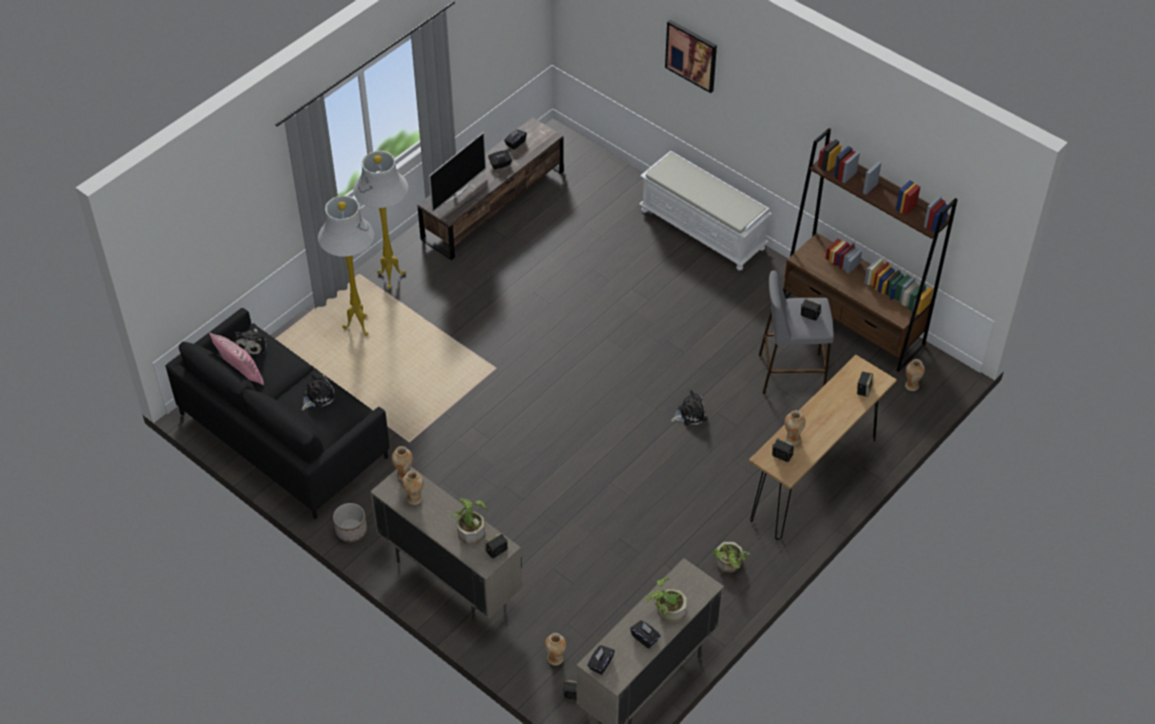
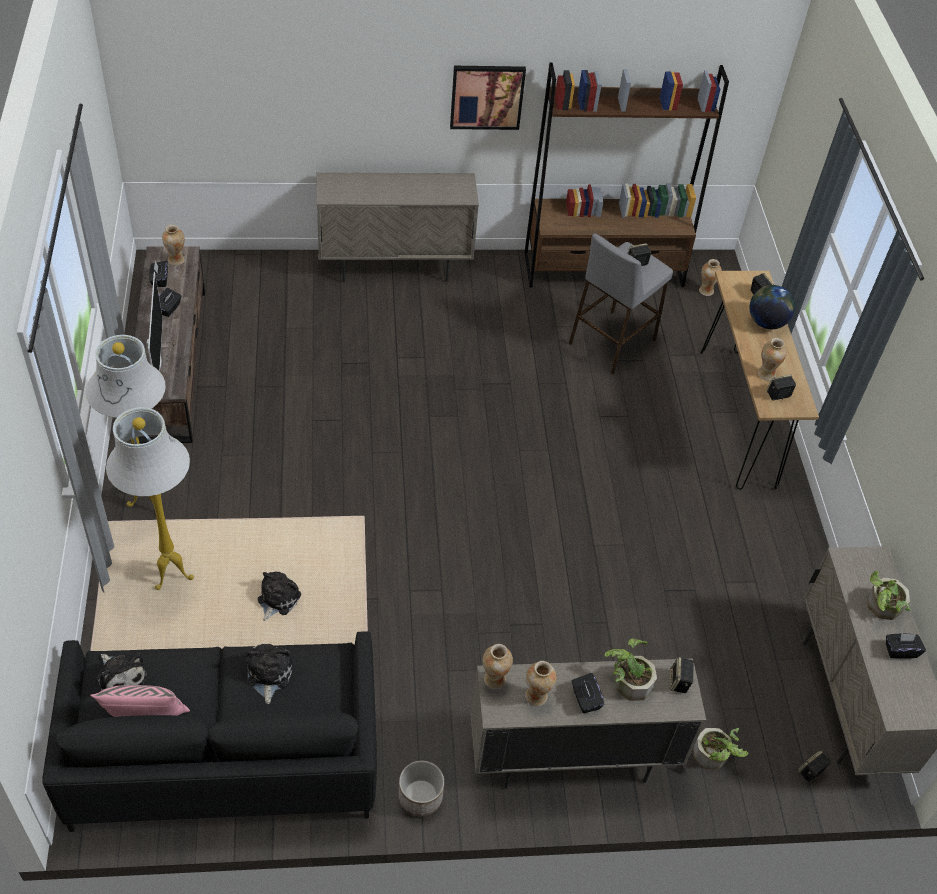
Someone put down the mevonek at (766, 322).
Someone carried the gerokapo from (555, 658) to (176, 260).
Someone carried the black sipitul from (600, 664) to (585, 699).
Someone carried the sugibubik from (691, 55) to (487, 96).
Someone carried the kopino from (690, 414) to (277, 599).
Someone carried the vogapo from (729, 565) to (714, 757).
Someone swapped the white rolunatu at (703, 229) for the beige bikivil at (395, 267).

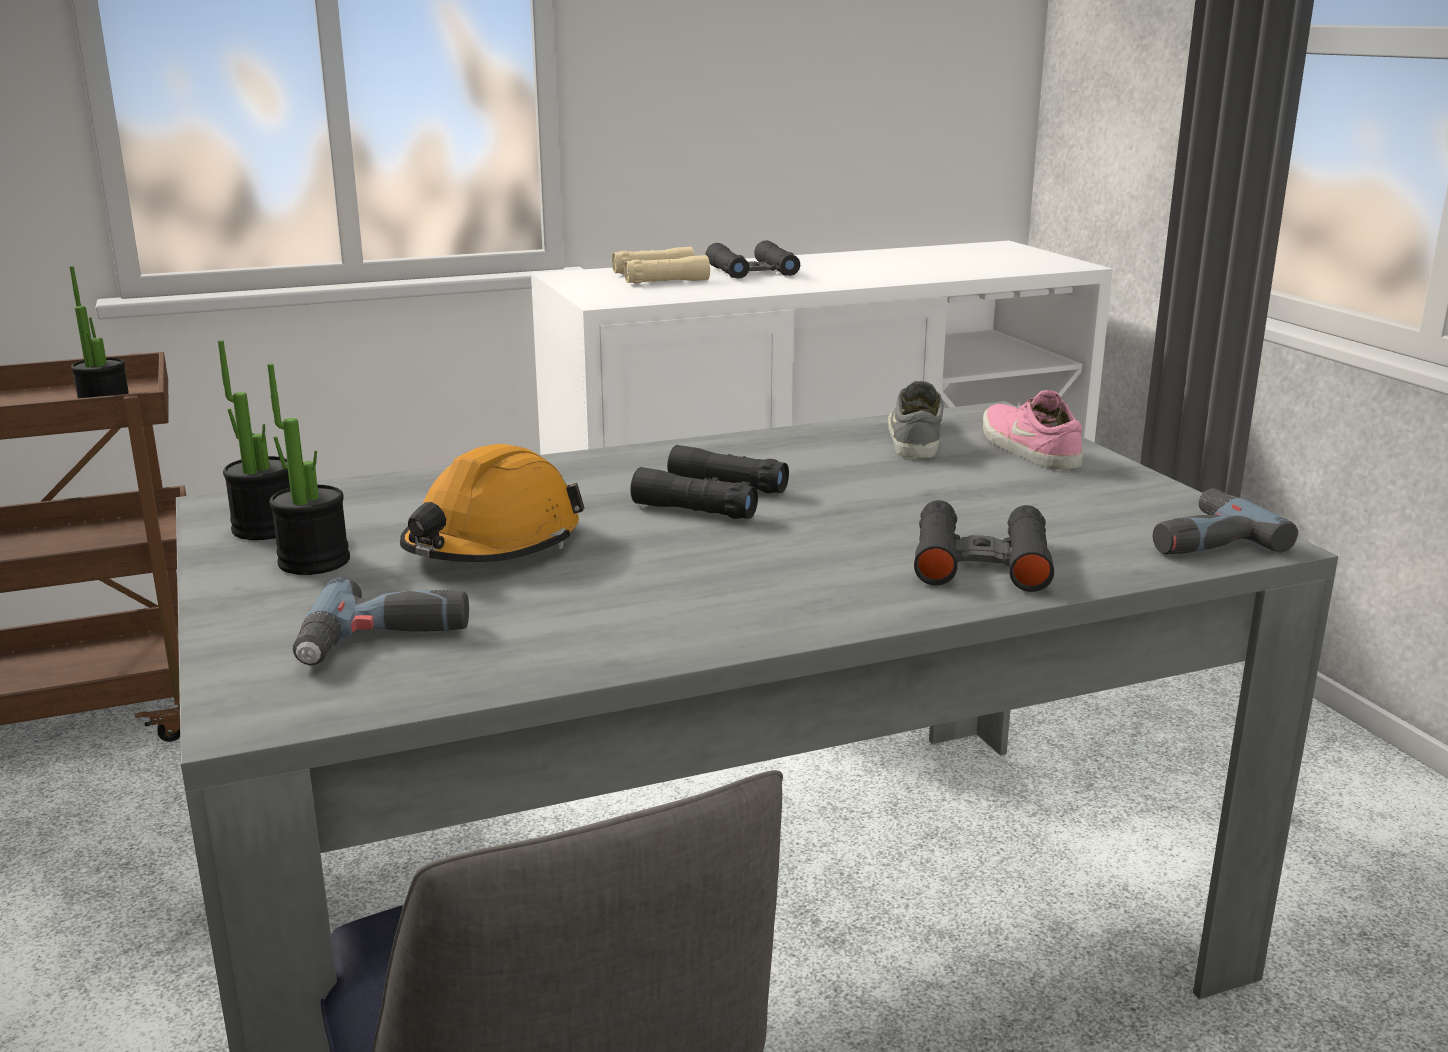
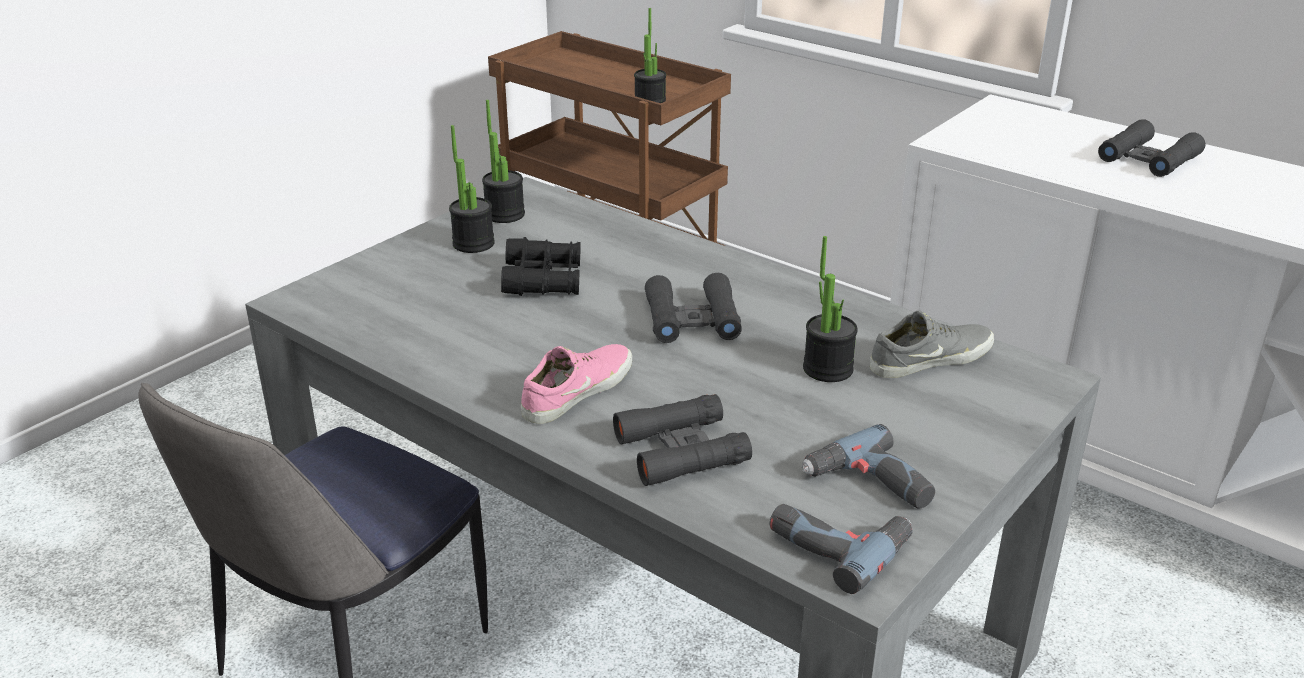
Someone took away the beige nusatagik at (660, 277).
Someone put down the vogapo at (828, 369).
Someone carried the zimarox from (384, 642) to (869, 485).
Someone carried the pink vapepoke from (1026, 448) to (576, 390).
Someone swapped the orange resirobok at (493, 544) for the black nusatagik at (543, 279).

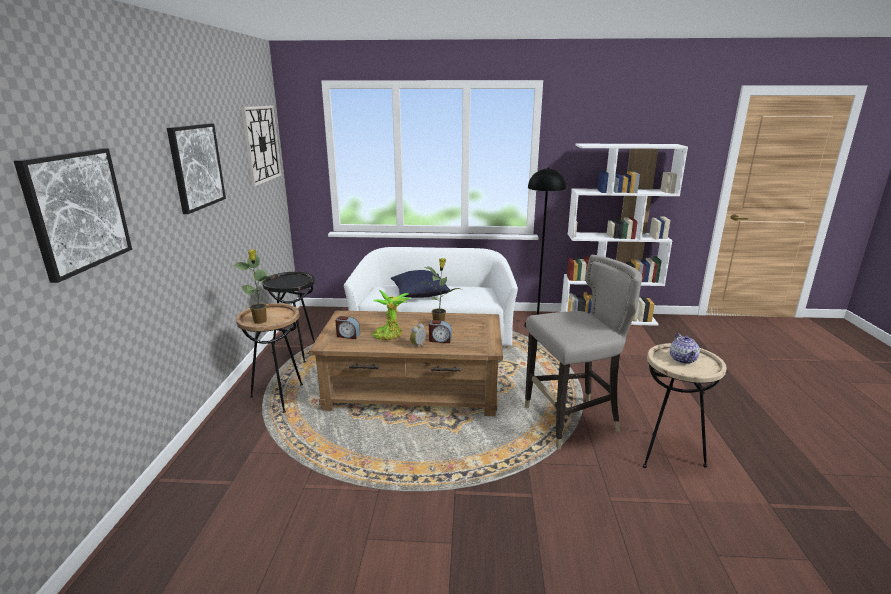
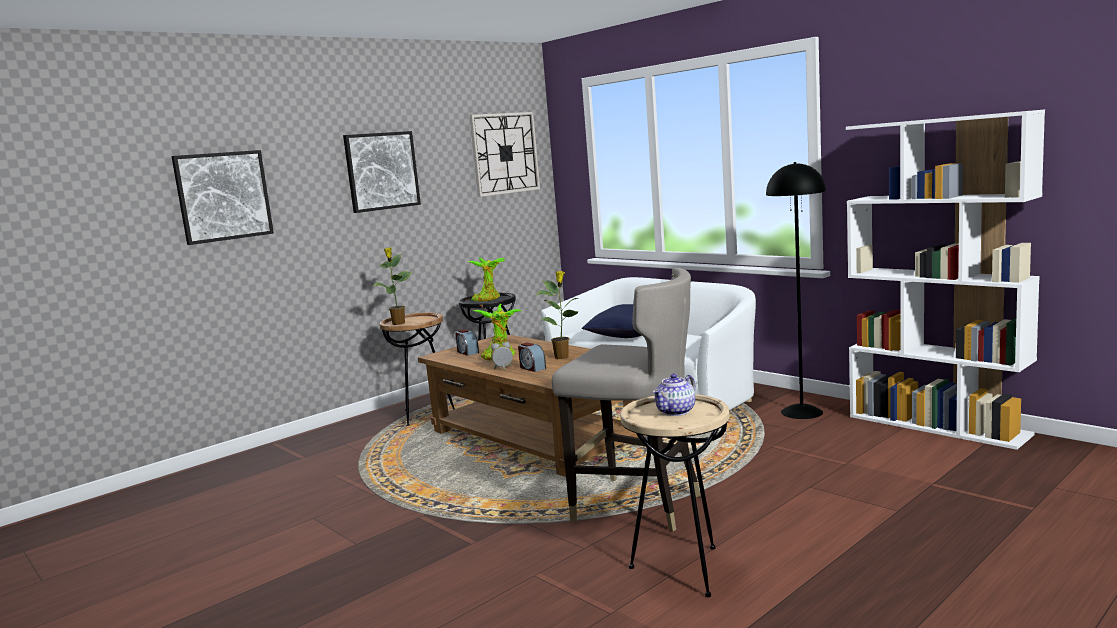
Someone put down the vogapo at (488, 299).

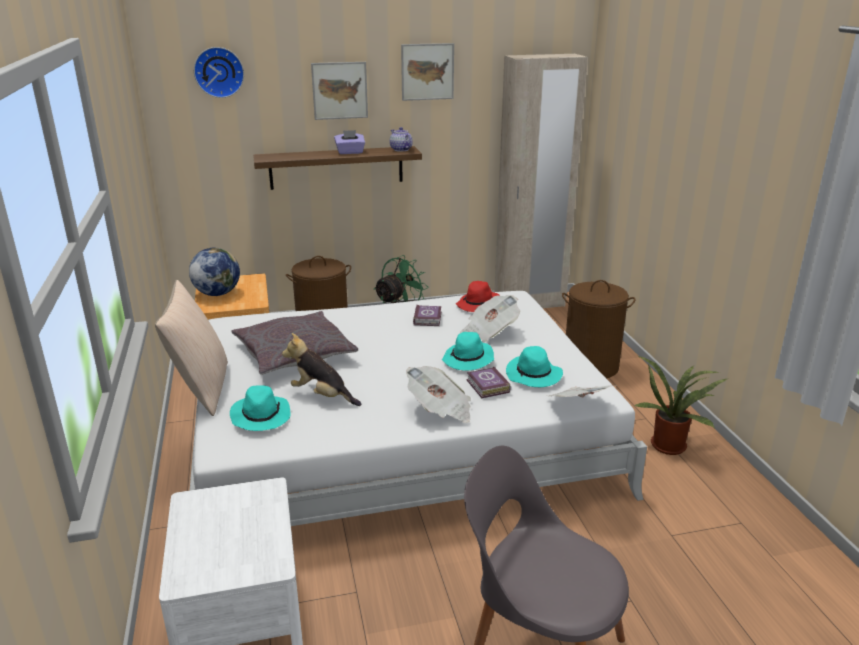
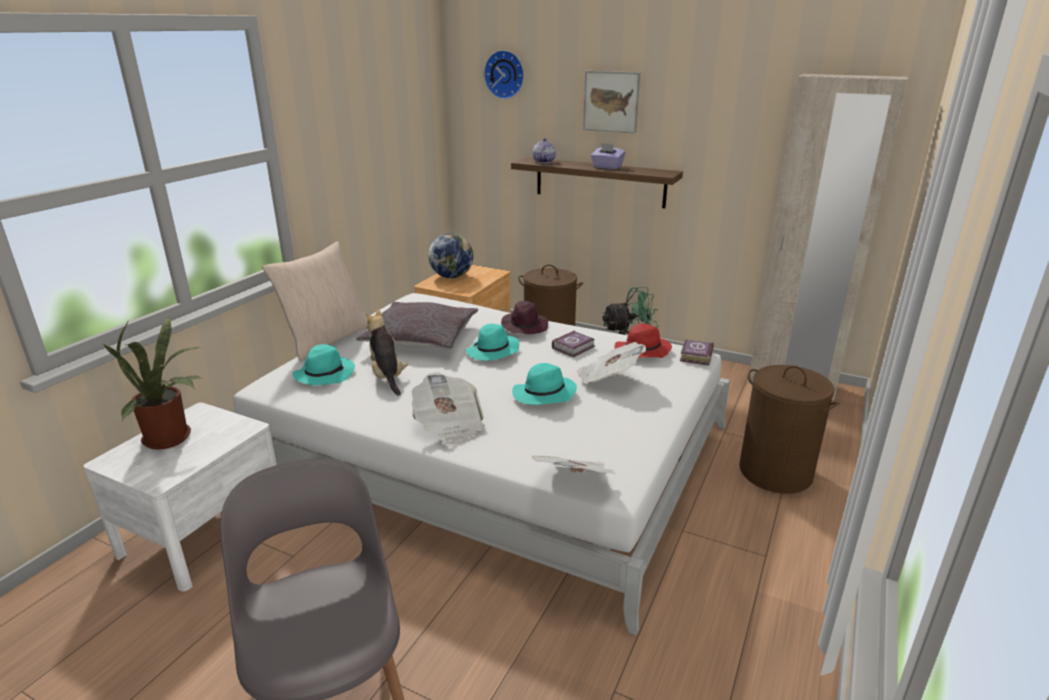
Someone took away the sugibubik at (427, 71).
Someone put down the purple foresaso at (524, 326).
Someone carried the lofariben from (401, 150) to (543, 161).
Someone carried the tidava from (487, 387) to (695, 356).
Someone carried the turquoise foresaso from (534, 375) to (493, 352).
Someone carried the vogapo from (670, 444) to (172, 438).

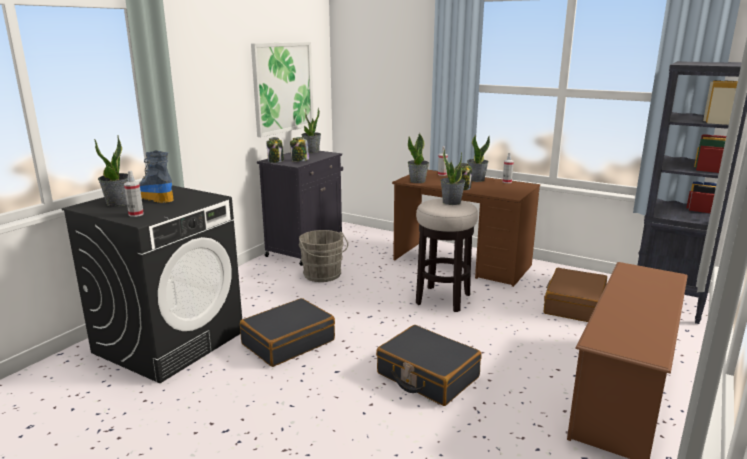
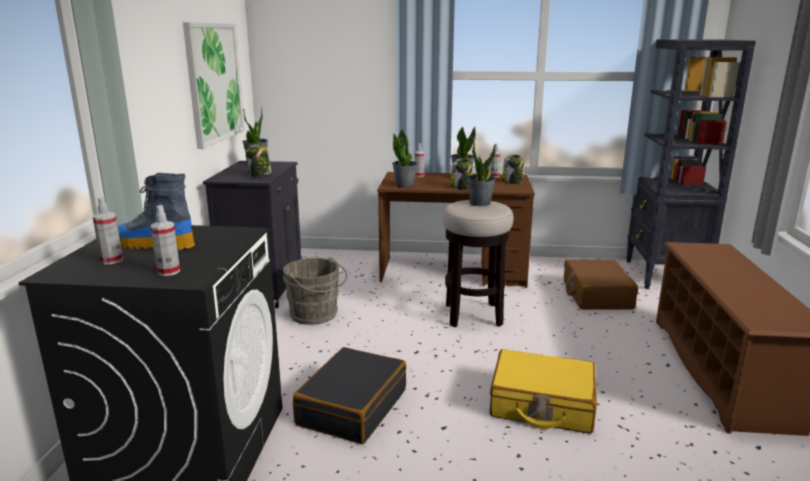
Someone carried the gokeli from (276, 161) to (512, 182).
Someone swapped the vogapo at (118, 203) for the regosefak at (112, 260).
Someone repainted the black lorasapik at (427, 376), which became the yellow lorasapik at (542, 404).

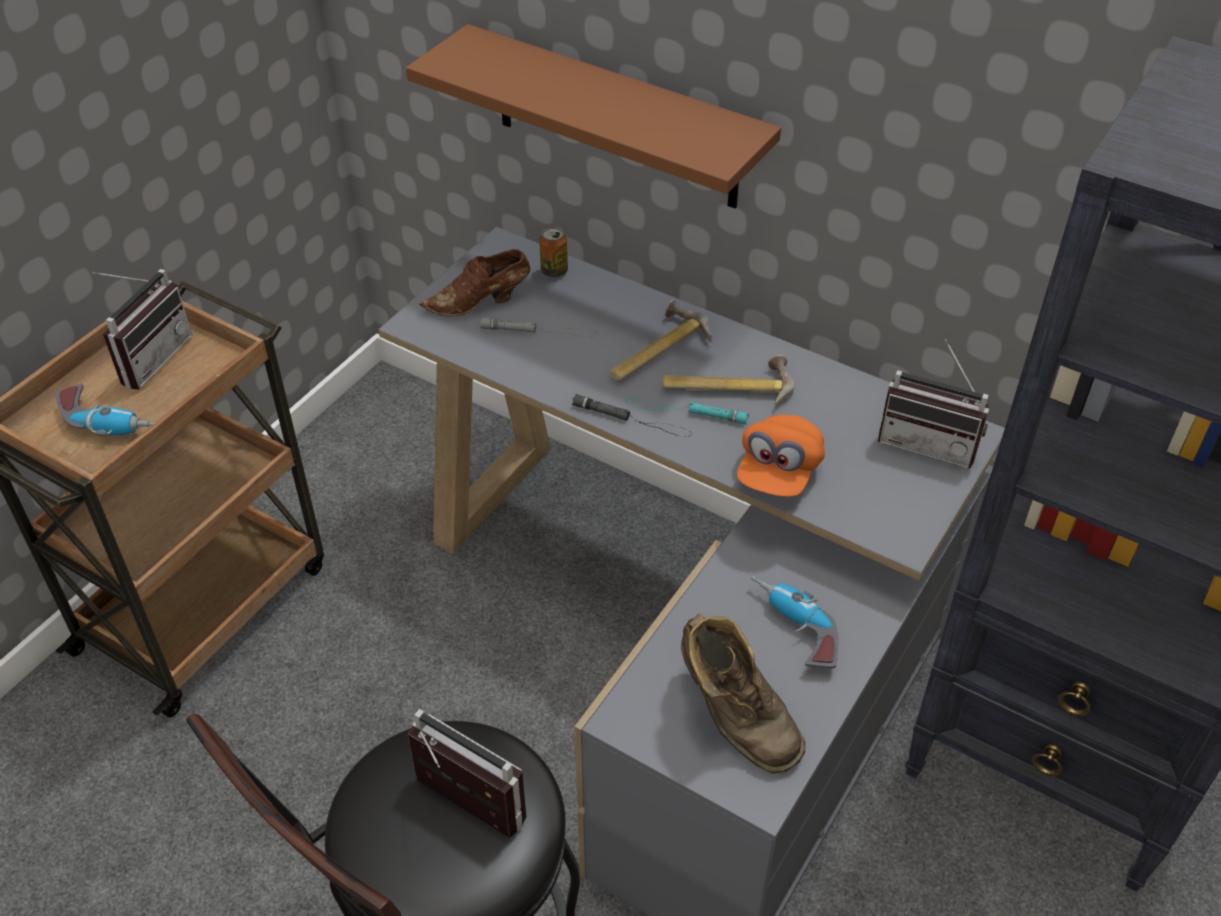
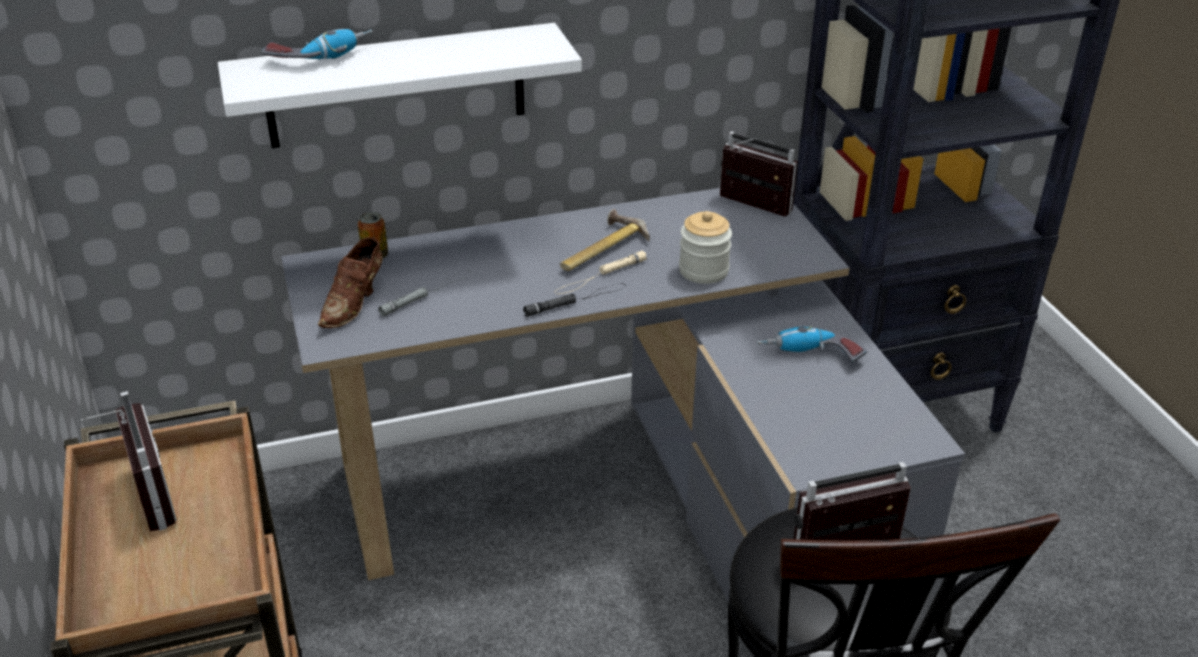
Someone took away the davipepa at (655, 350).
Someone took away the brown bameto at (733, 718).
Someone carried the zimarox from (110, 422) to (320, 56).
Someone swapped the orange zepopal at (778, 472) for the gokeli at (703, 271).
Someone repainted the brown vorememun at (616, 119), which became the white vorememun at (396, 86).
Someone repainted the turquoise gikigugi at (686, 412), which became the beige gikigugi at (600, 276).
Someone rotated the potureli at (929, 442) by 120 degrees counterclockwise.

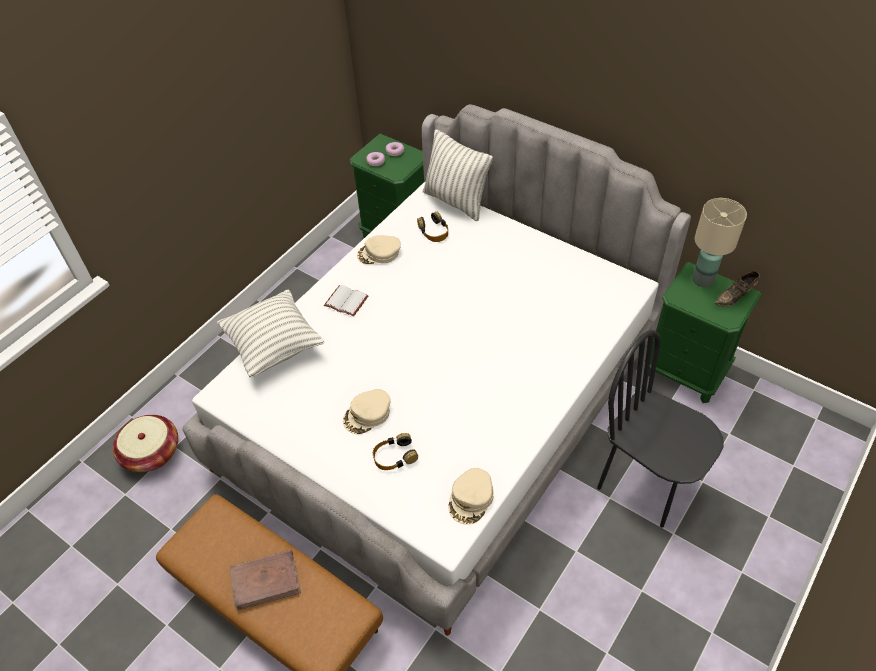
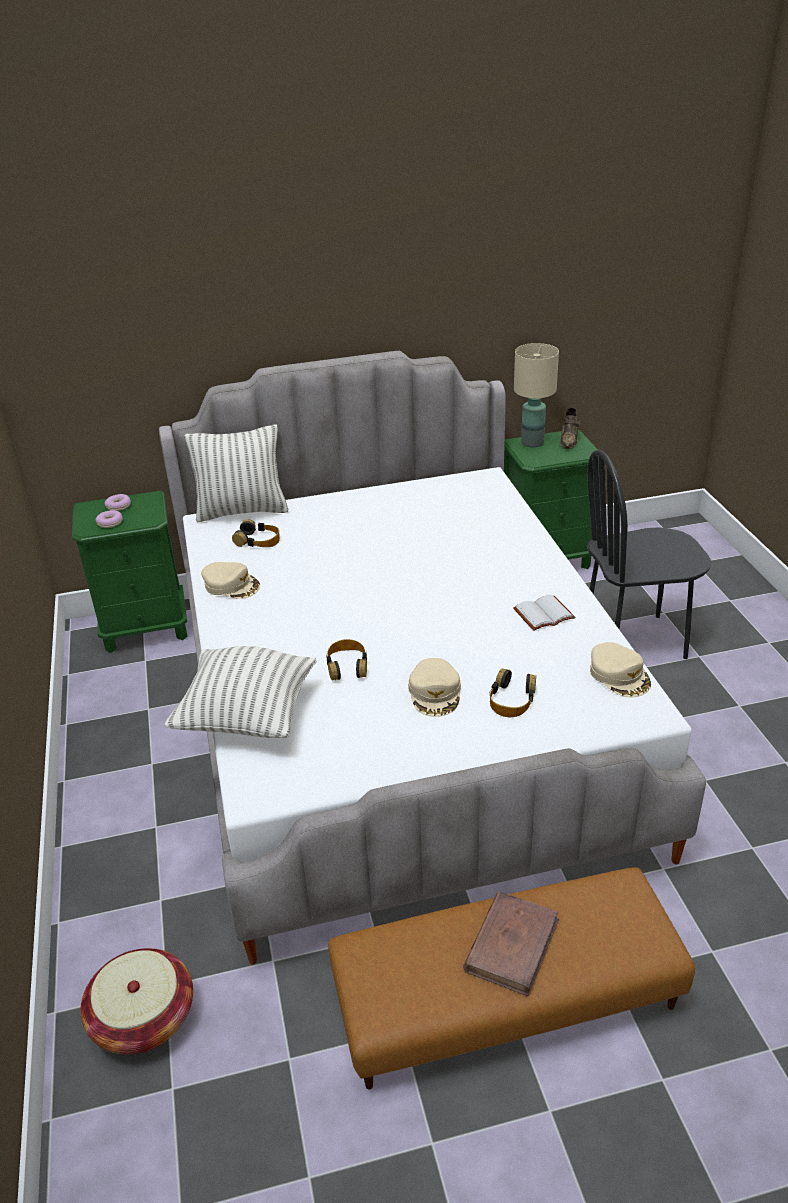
Someone put down the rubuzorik at (347, 666).
Someone carried the white tidava from (345, 302) to (544, 615).
Someone rotated the beige zepopal at (379, 253) by 90 degrees counterclockwise.

